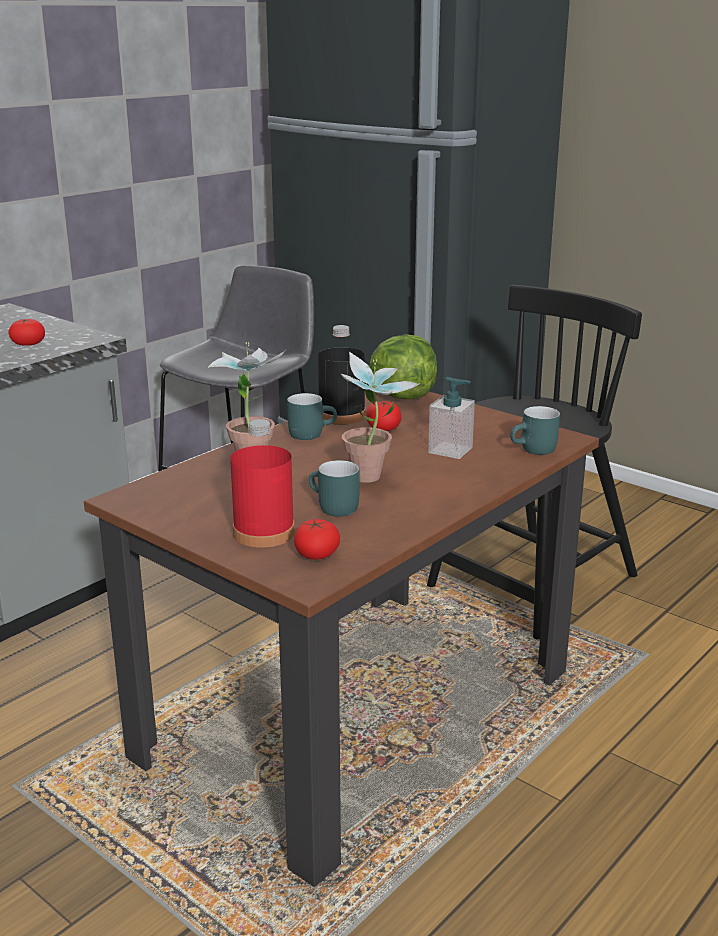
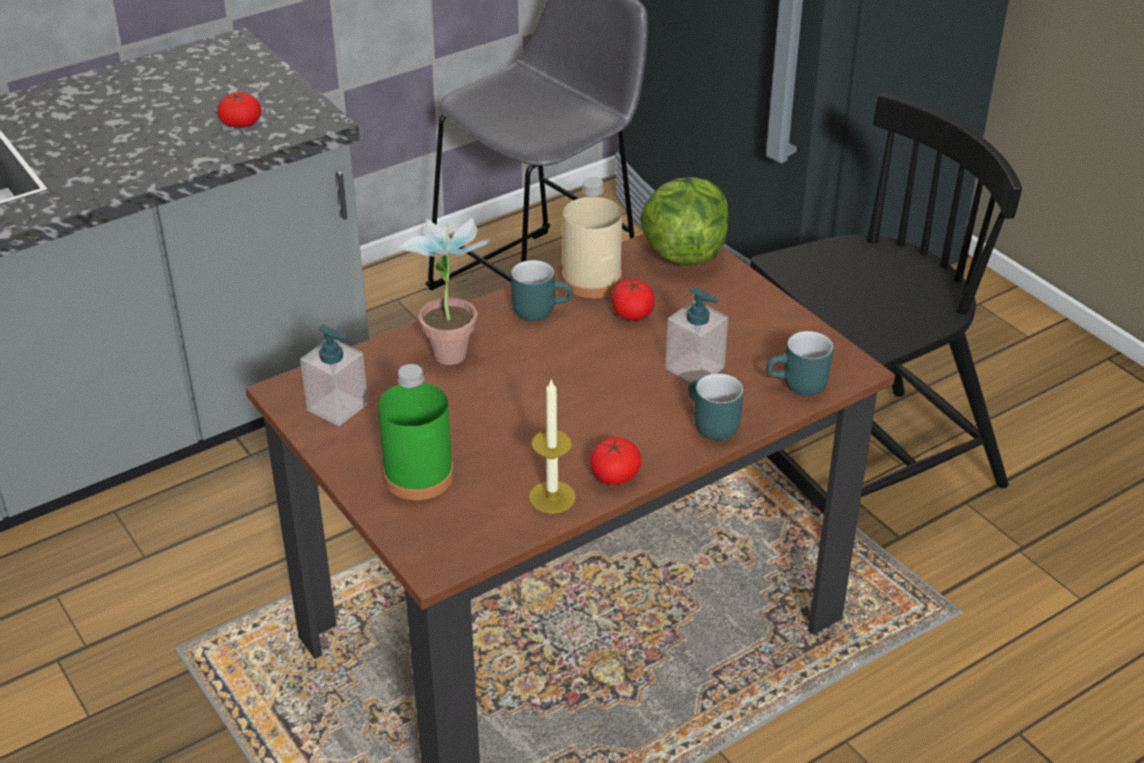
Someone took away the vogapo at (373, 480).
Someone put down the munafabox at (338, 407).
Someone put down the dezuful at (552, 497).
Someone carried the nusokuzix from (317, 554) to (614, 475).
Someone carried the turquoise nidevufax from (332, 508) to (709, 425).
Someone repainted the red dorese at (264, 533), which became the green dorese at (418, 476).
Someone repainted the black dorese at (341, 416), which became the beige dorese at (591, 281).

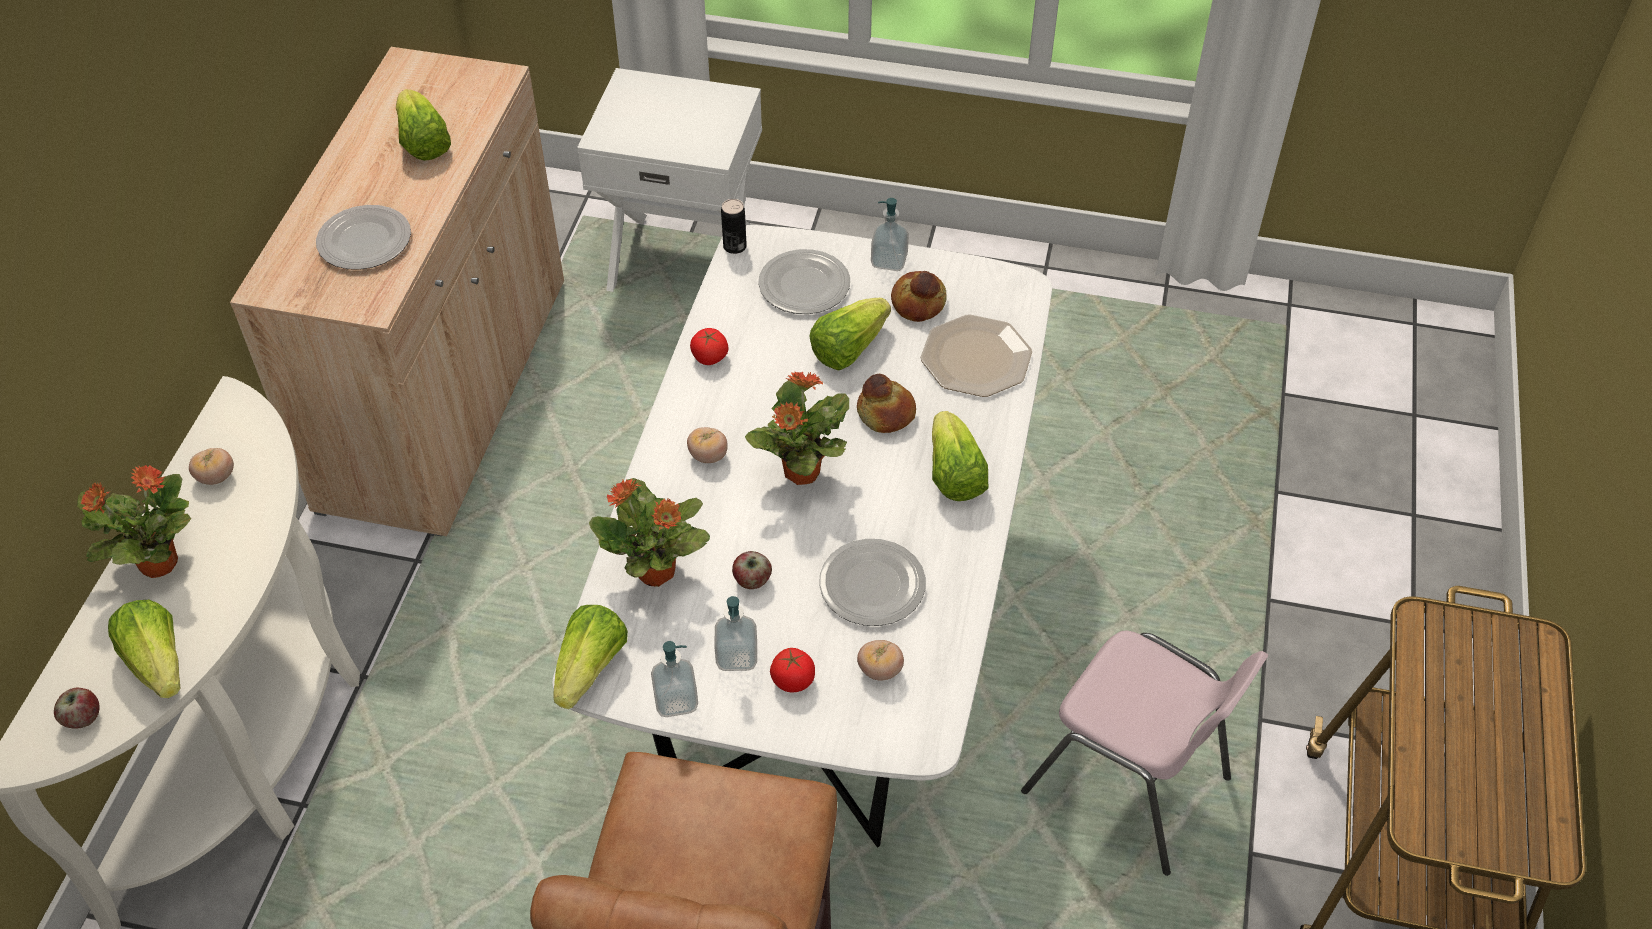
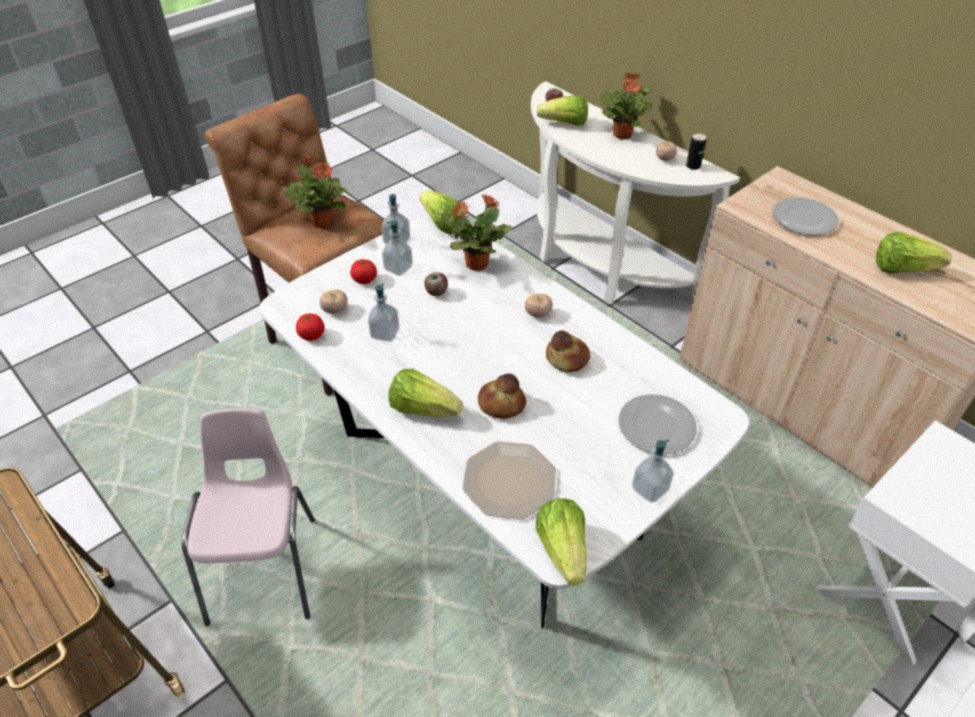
Someone carried the nusokuzix from (709, 357) to (312, 335).
Someone carried the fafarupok from (734, 246) to (693, 166).
Someone carried the vogapo from (800, 473) to (322, 222).
Someone carried the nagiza from (848, 348) to (563, 550).
Someone carried the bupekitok from (919, 303) to (566, 359).
Someone swapped the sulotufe at (873, 585) for the munafabox at (385, 333).
Someone rotated the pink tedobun at (1128, 786) by 105 degrees clockwise.

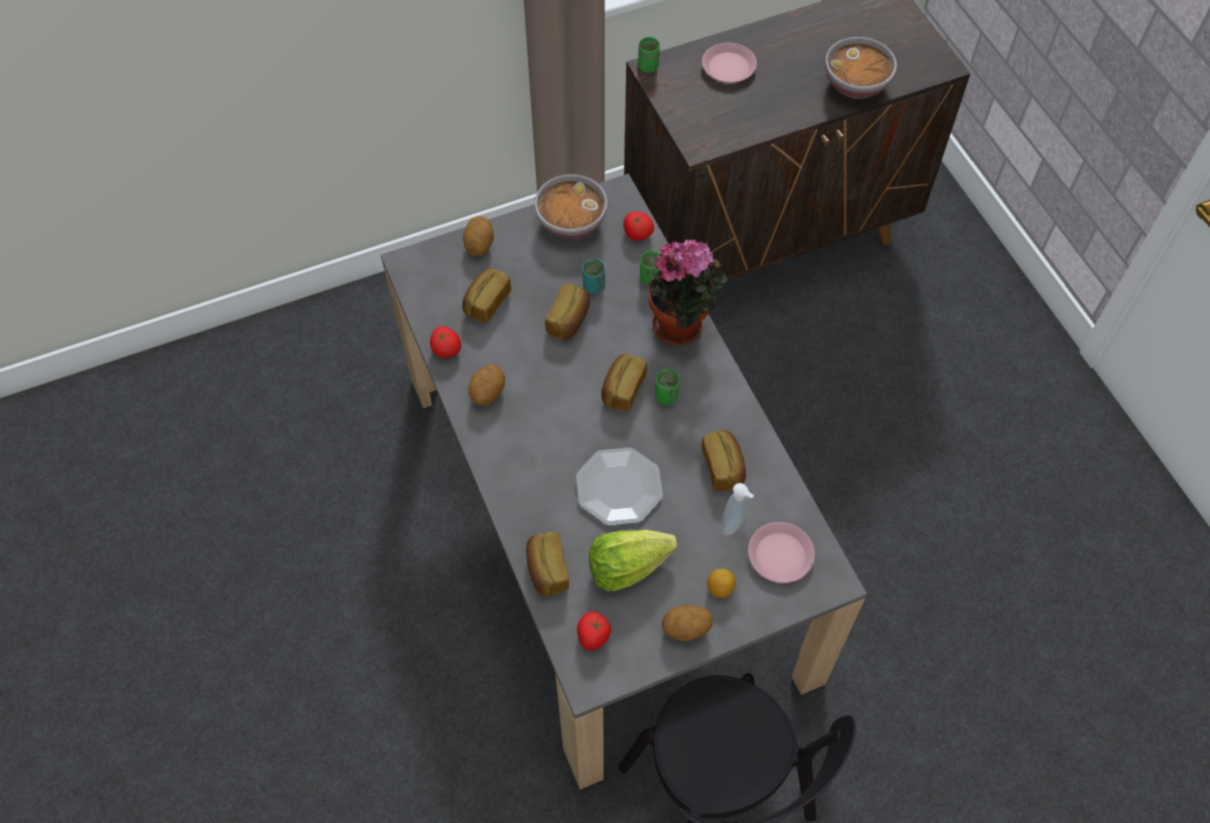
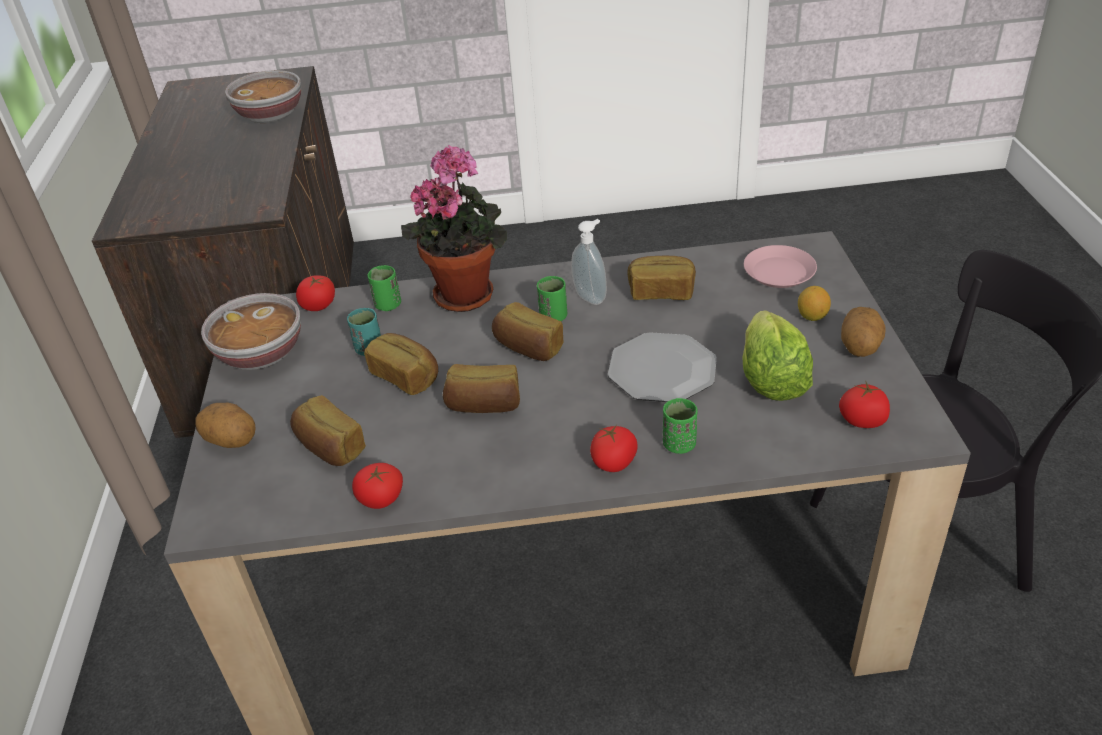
Someone took away the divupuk at (487, 393).
Someone took away the pink sulotufe at (728, 67).
Someone put down the nusokuzix at (614, 462).
Someone carried the bupekitok from (546, 570) to (484, 405).
Someone carried the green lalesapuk from (648, 66) to (679, 444).
Someone carried the munafabox from (735, 524) to (591, 297).

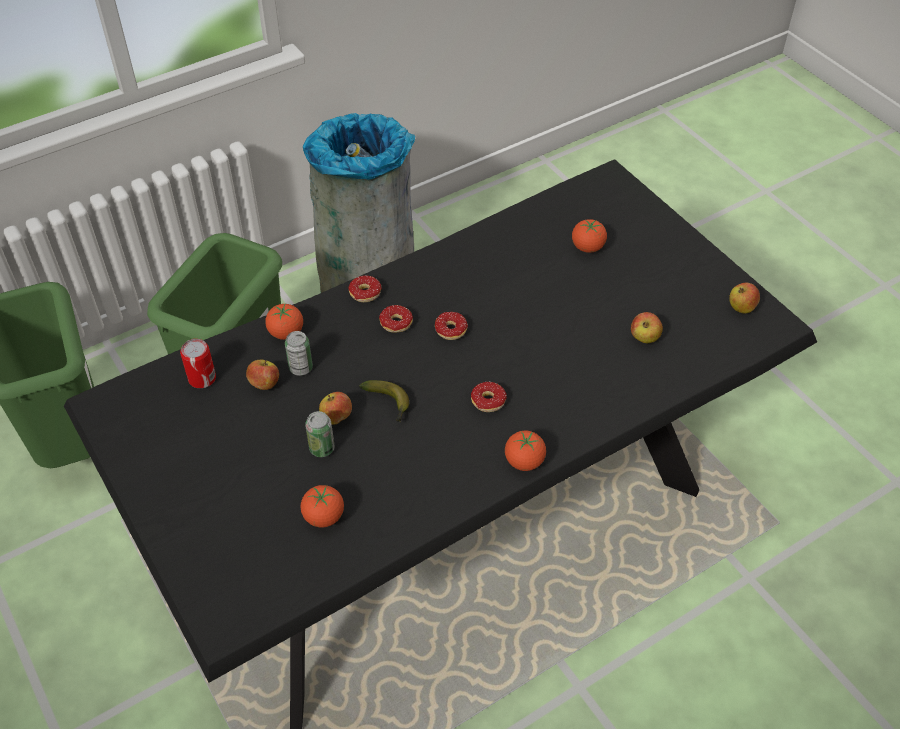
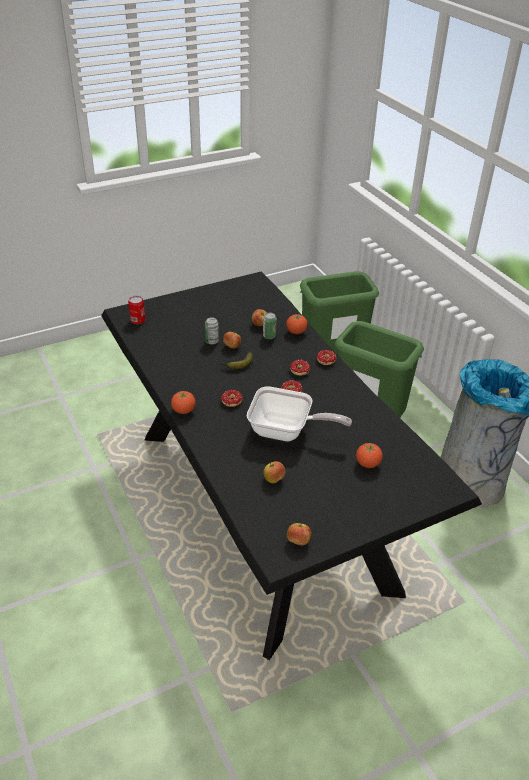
Someone took away the nusokuzix at (324, 517).
Someone put down the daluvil at (286, 431).
Someone carried the fafarupok from (202, 378) to (138, 320).

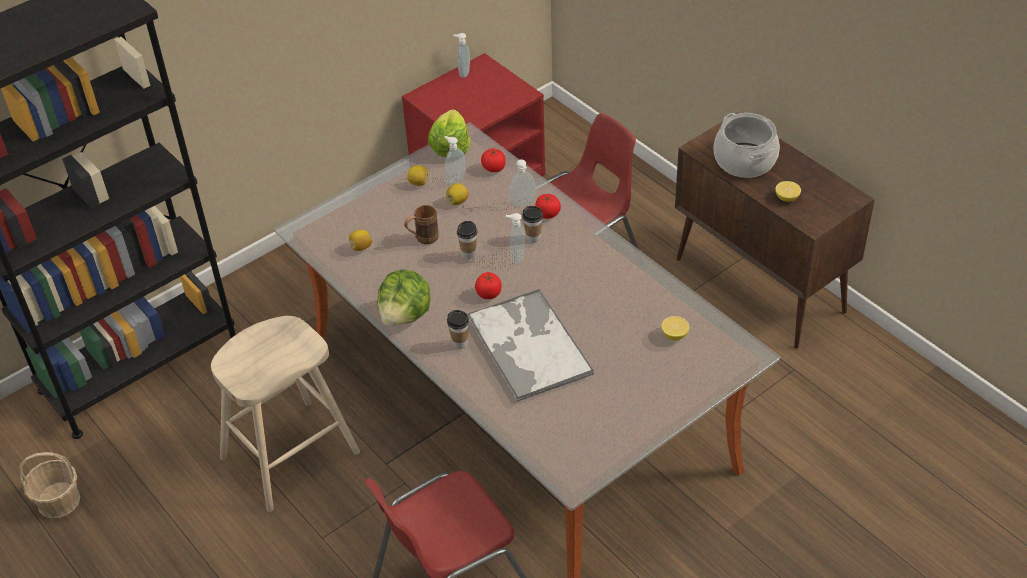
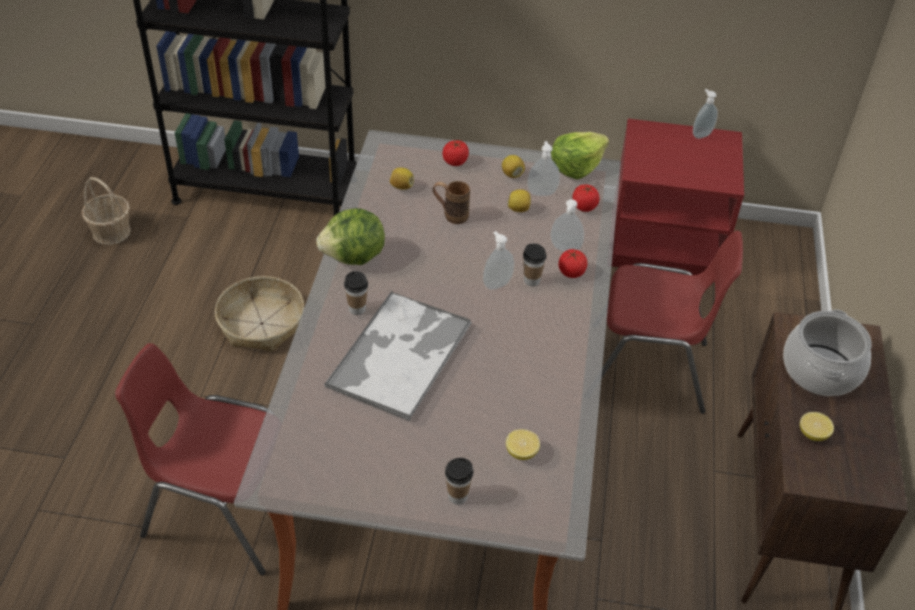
Someone carried the lalesapuk from (468, 254) to (457, 496).
Someone carried the nusokuzix from (489, 293) to (455, 162).
Someone swapped the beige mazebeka at (289, 455) for the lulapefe at (262, 323).

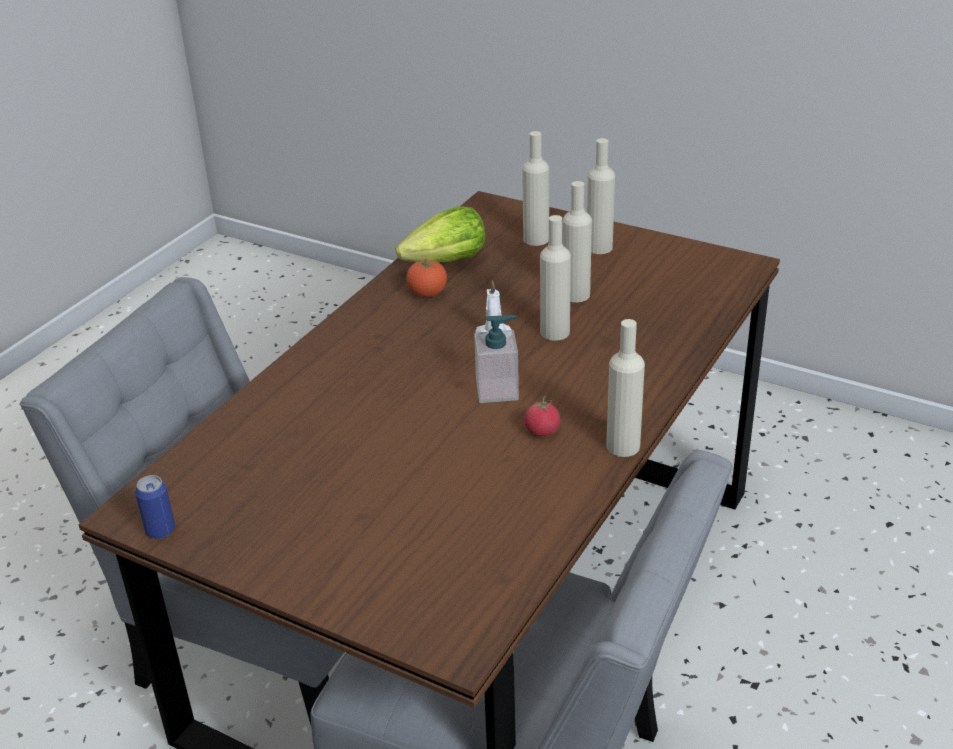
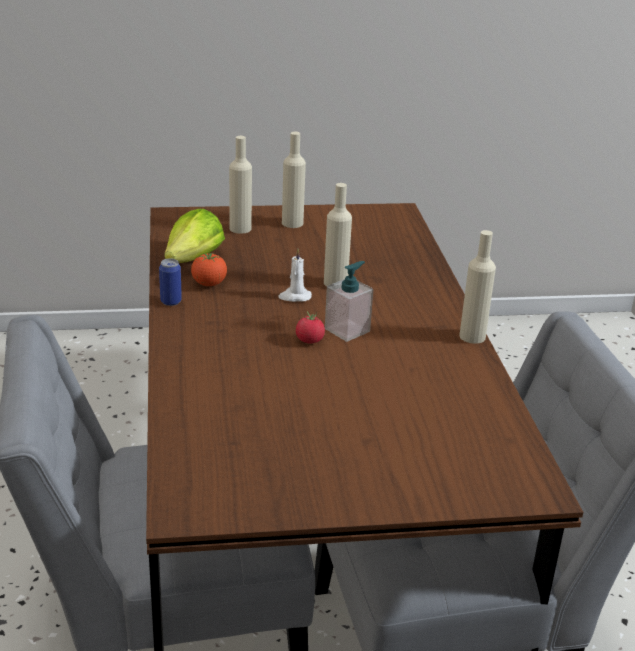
Someone took away the beige dorese at (576, 295).
Someone carried the fafarupok from (160, 530) to (171, 301).
Someone carried the nusokuzix from (542, 431) to (309, 340).

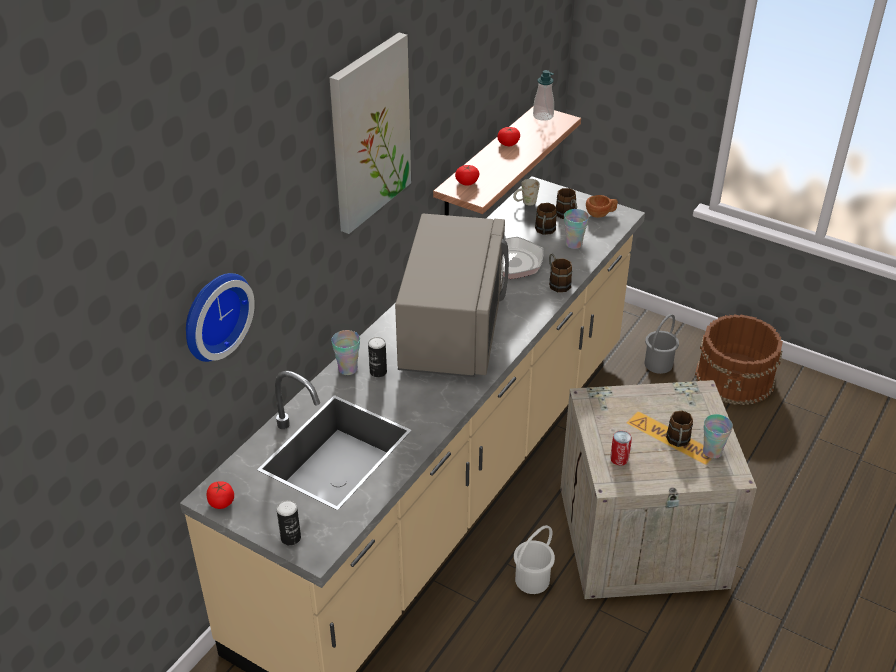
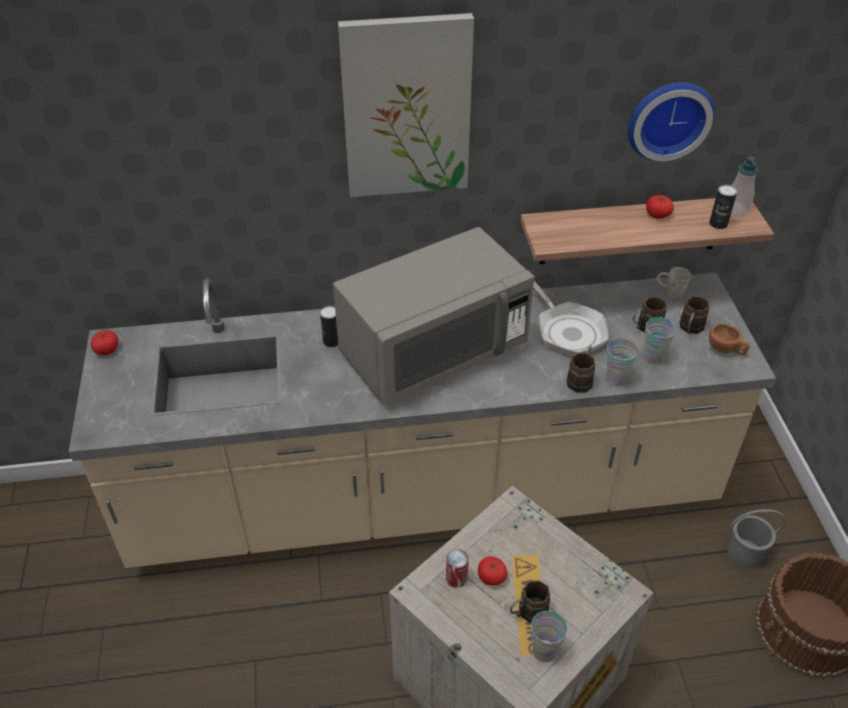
Someone took away the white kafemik at (531, 580).
Someone carried the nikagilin from (213, 314) to (668, 118).
Someone carried the fafarupok from (291, 538) to (718, 224).
Someone carried the lalesapuk from (348, 369) to (616, 379).
Someone carried the nusokuzix from (467, 182) to (491, 577).

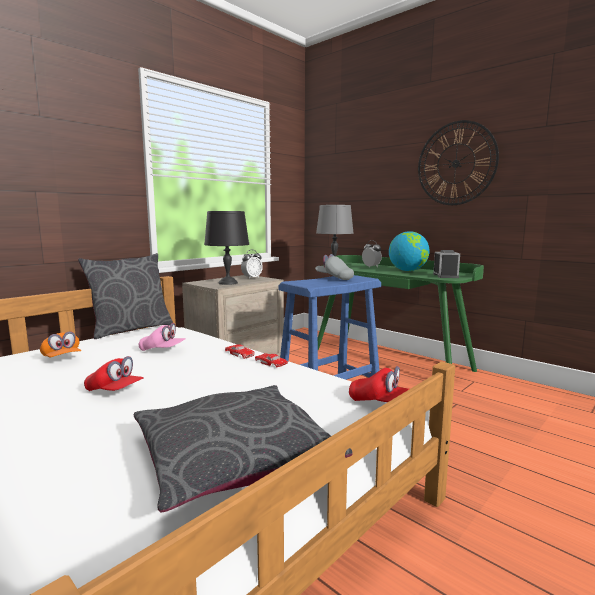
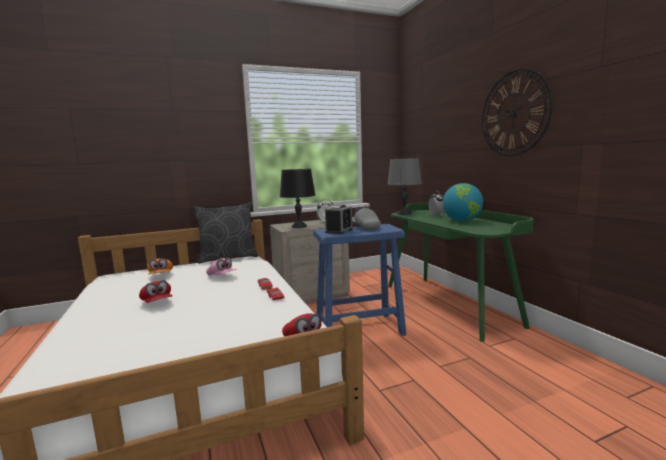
Someone took away the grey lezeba at (234, 456).
Someone carried the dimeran from (445, 276) to (339, 231).

